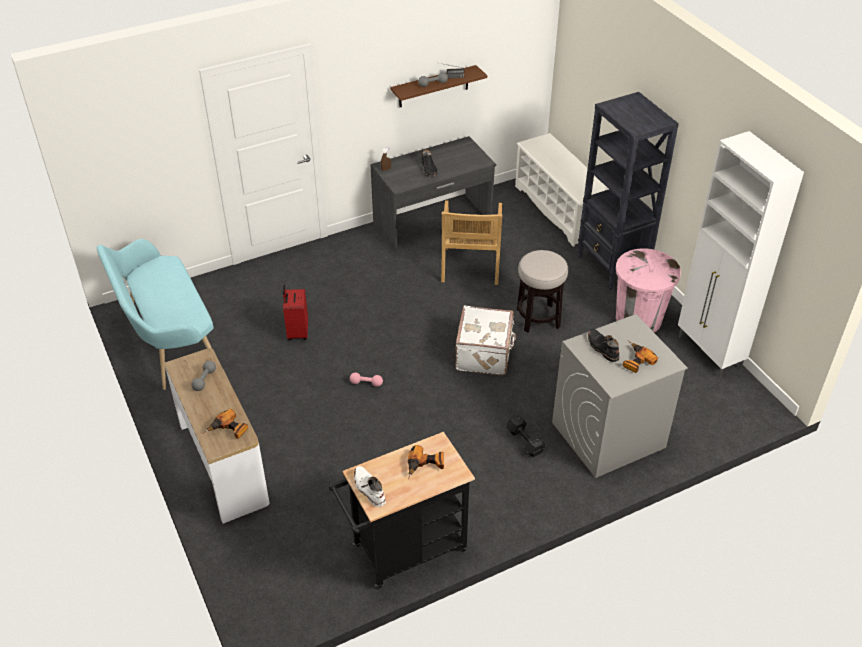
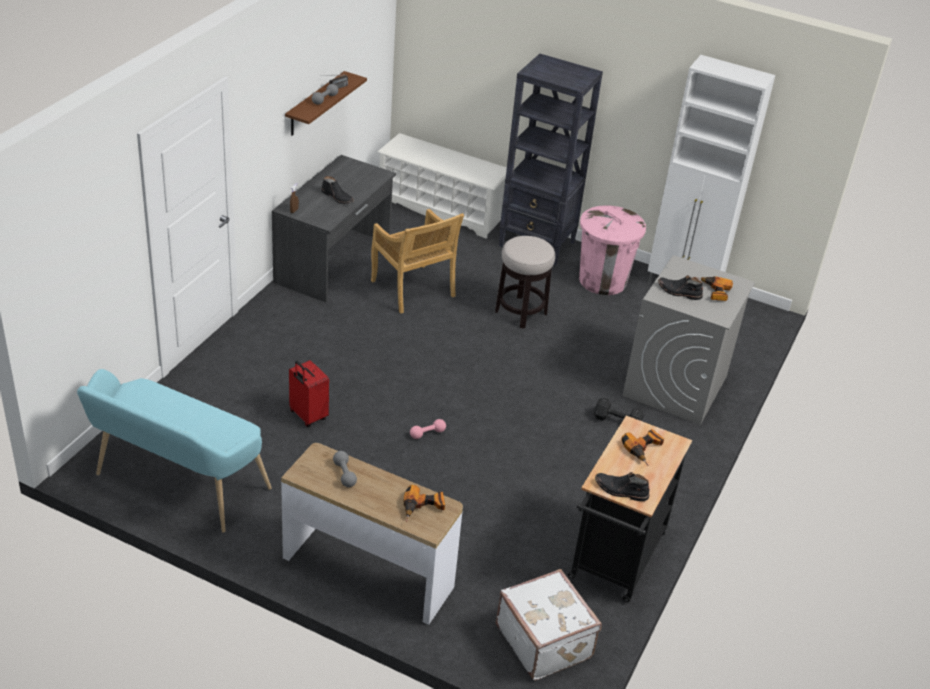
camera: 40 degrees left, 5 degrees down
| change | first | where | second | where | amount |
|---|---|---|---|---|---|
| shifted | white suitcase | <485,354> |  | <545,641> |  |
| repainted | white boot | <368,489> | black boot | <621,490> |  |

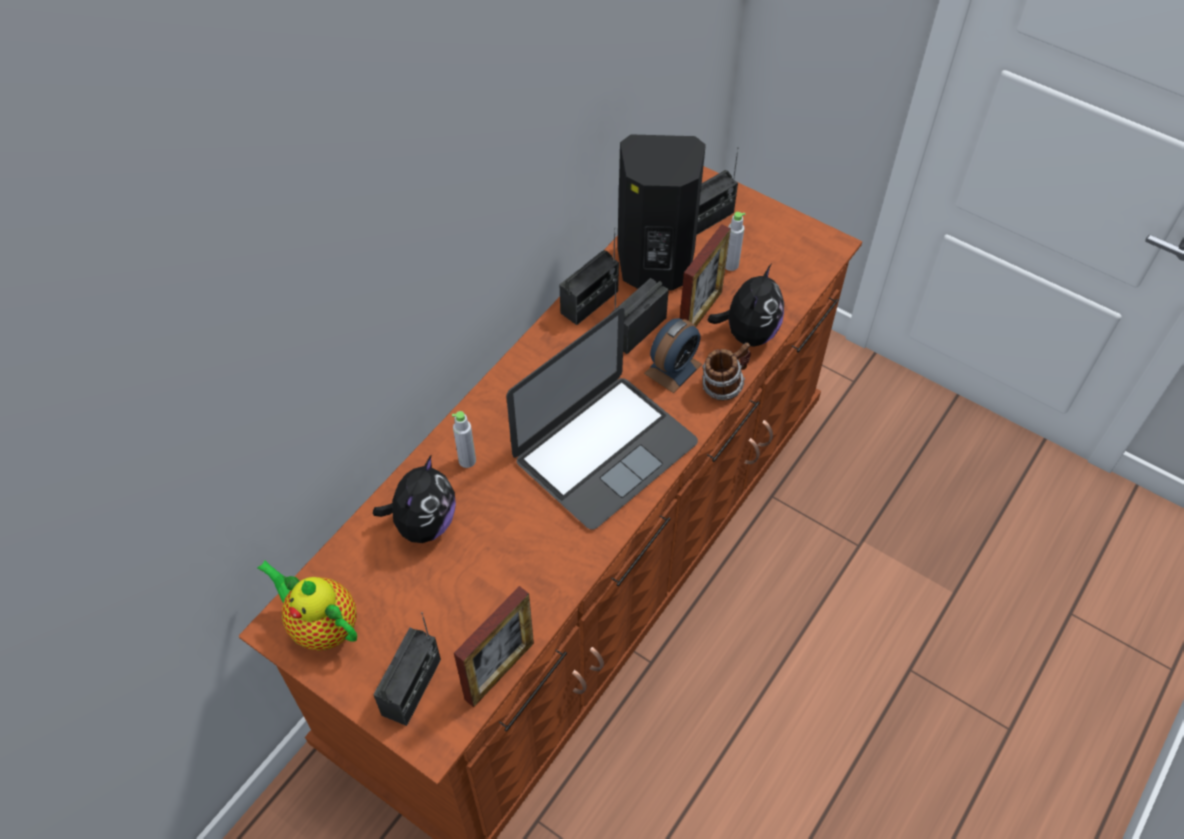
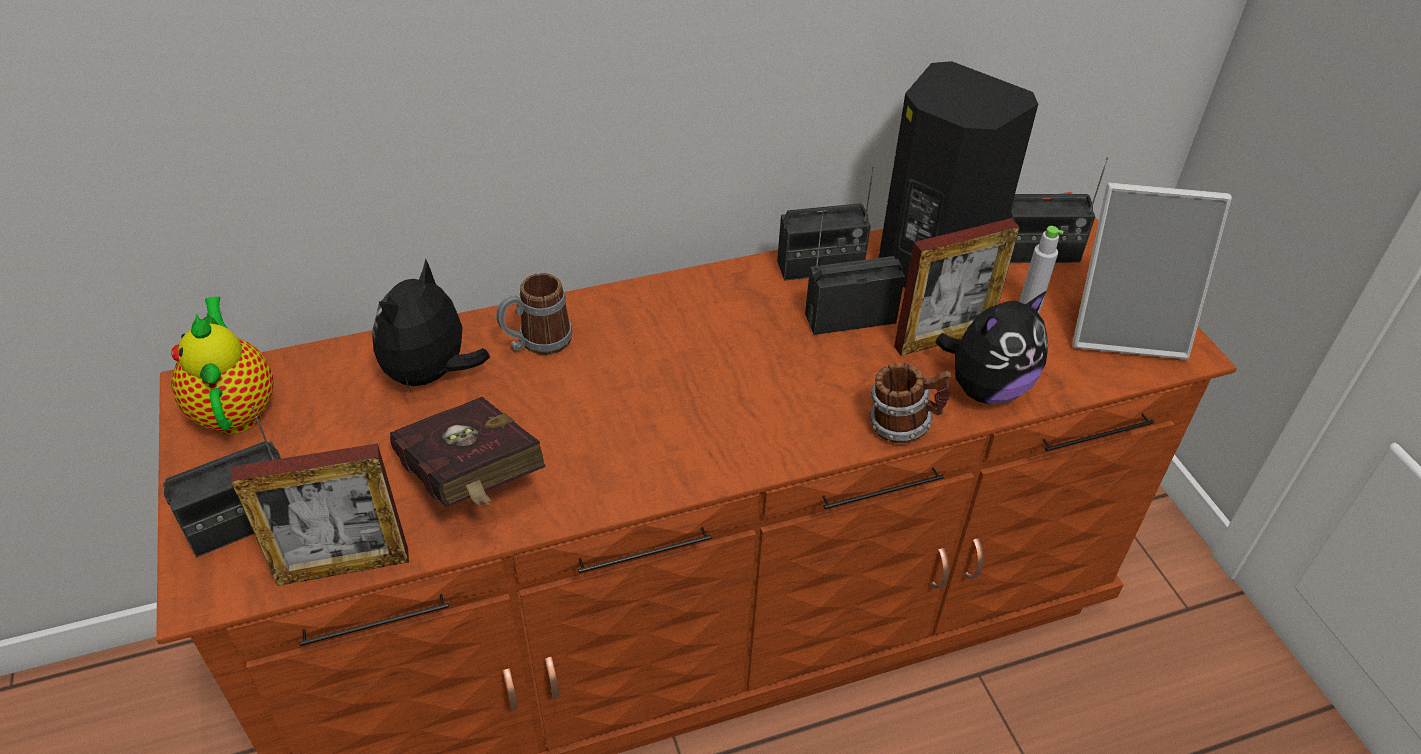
camera: 35 degrees right, 10 degrees down
| change | first | where | second | where | amount |
|---|---|---|---|---|---|
| gone | laptop | <605,450> |  |  |  |
| gone | alarm clock | <673,369> |  |  |  |
| new |  |  | red book | <472,483> |  |
| new |  |  | picture frame | <1125,328> |  |
| swapped | grey bottle | <467,460> | mug | <537,342> |  |
| rotated | plush toy | <423,523> |  | <431,375> | 150 degrees clockwise |

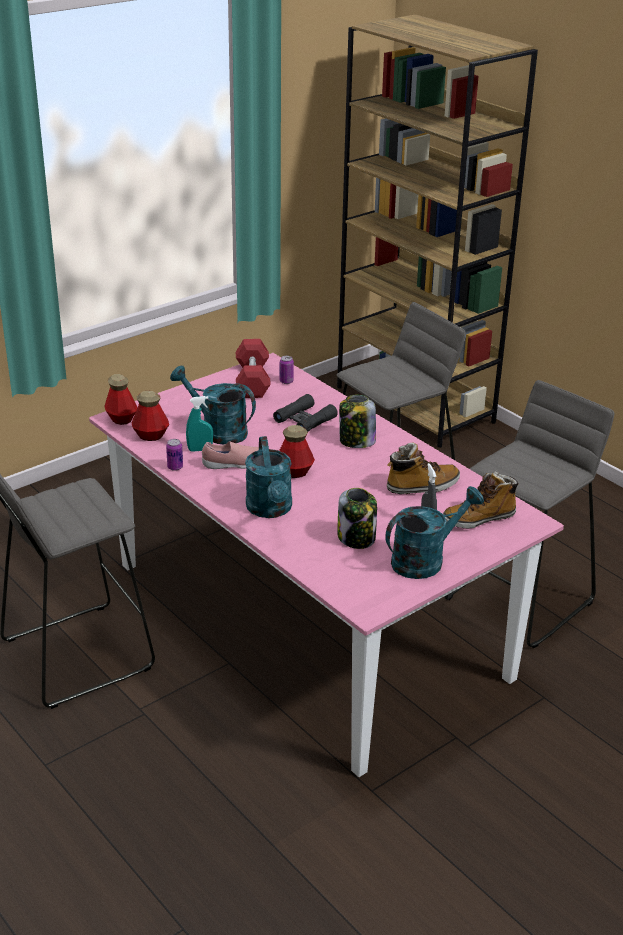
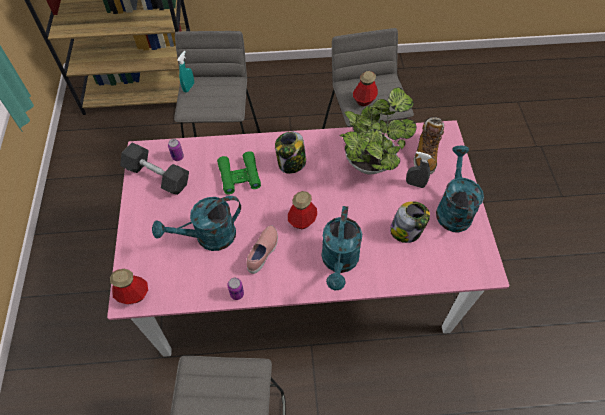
camera: 55 degrees left, 25 degrees up
| change | first | where | second | where | amount |
|---|---|---|---|---|---|
| shifted | bottle | <151,435> |  | <364,100> |  |
| shifted | turquoise spray bottle | <200,449> |  | <189,87> |  |
| swapped | boot | <422,486> | potted plant | <371,161> |  |
| repainted | red dumbbell | <252,380> | grey dumbbell | <157,176> |  |
| repainted | black binoculars | <305,420> | green binoculars | <239,176> |  |
| rotated | turquoise watering can | <270,510> |  | <339,262> | 75 degrees clockwise |

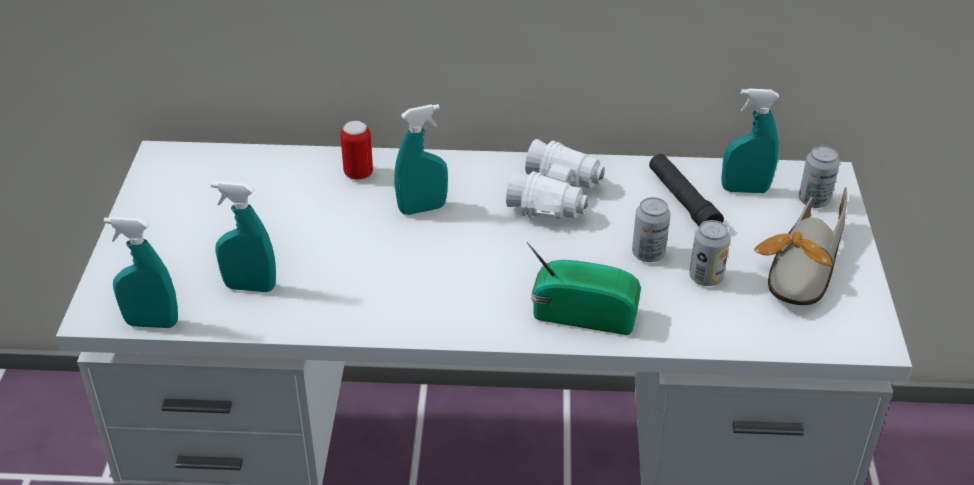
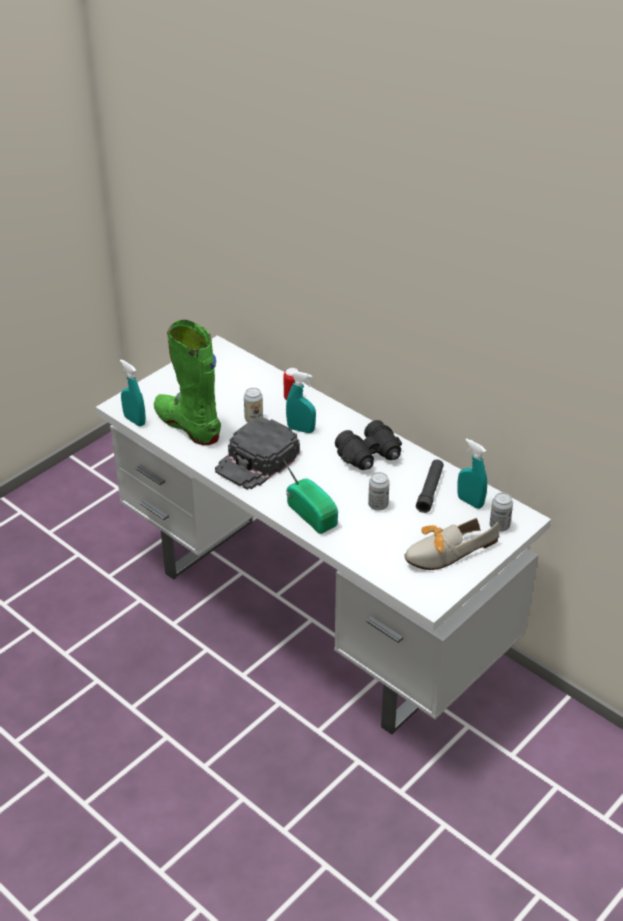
camera: 40 degrees right, 0 degrees up
| change | first | where | second | where | amount |
|---|---|---|---|---|---|
| new |  |  | black cap | <257,460> |  |
| shifted | can | <706,277> |  | <253,419> |  |
| swapped | turquoise spray bottle | <250,287> | green boot | <188,426> |  |
| repainted | white binoculars | <556,197> | black binoculars | <370,456> |  |

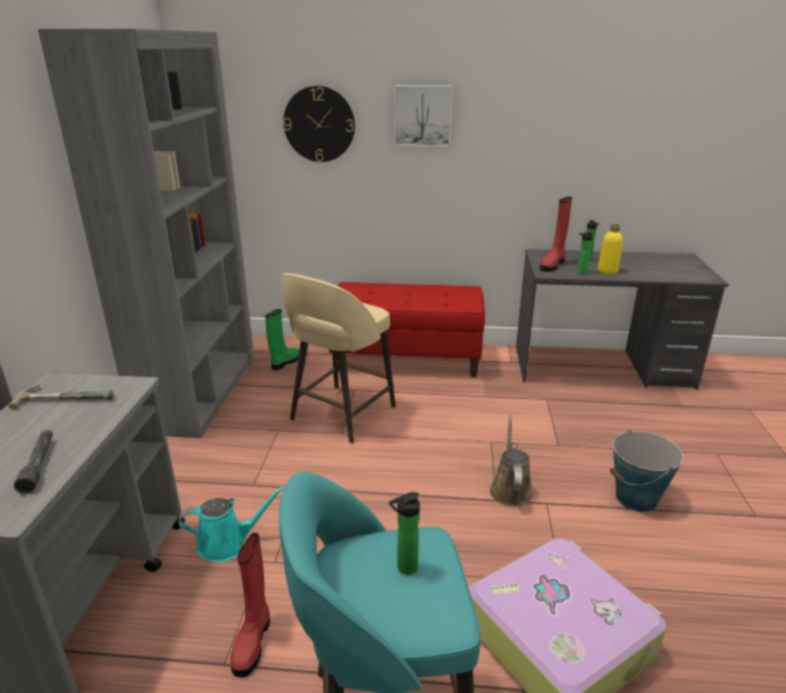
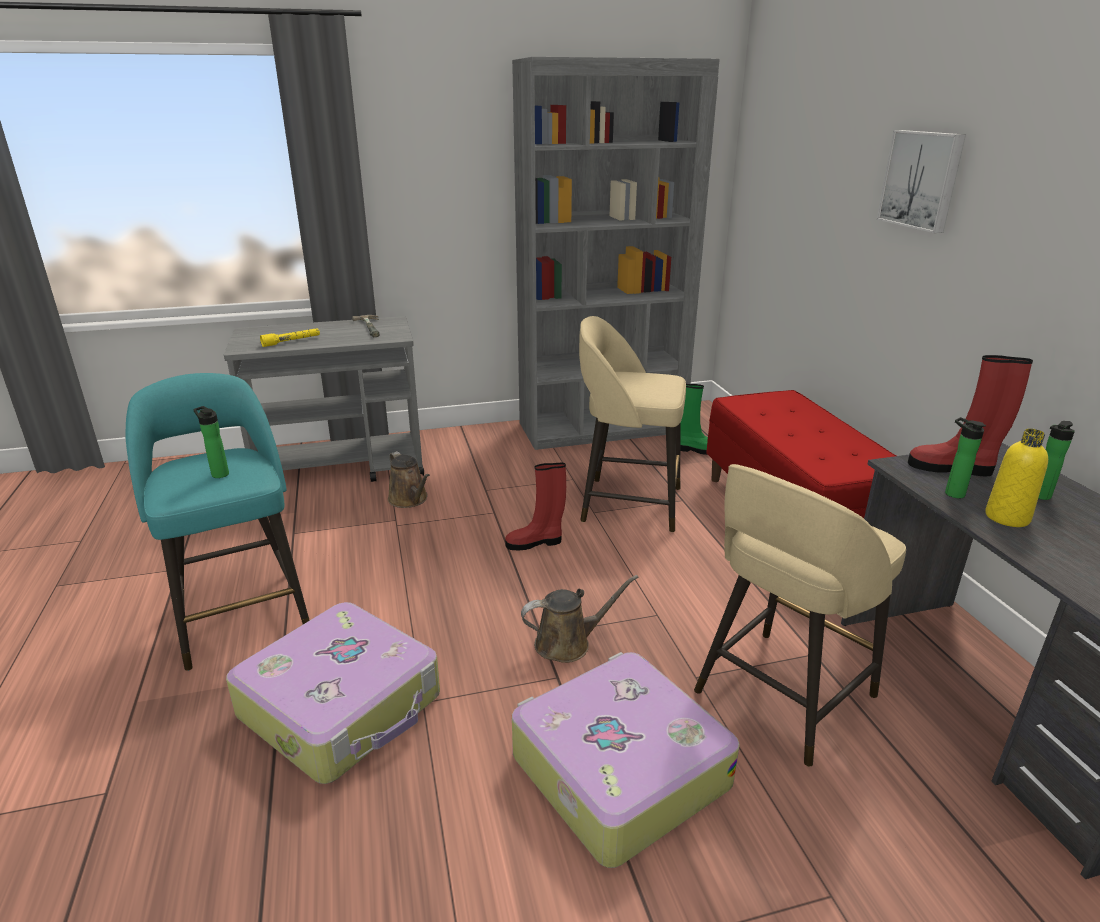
camera: 70 degrees right, 0 degrees up
| change | first | where | second | where | amount |
|---|---|---|---|---|---|
| gone | wall clock | <319,124> |  |  |  |
| new |  |  | beige stool | <781,696> |  |
| shifted | red boot | <253,641> |  | <535,542> |  |
| swapped | bucket | <636,498> | suitcase | <617,769> |  |
| repainted | grey flashlight | <38,465> | yellow flashlight | <291,341> |  |
| repainted | turquoise watering can | <227,543> | brown watering can | <410,500> |  |

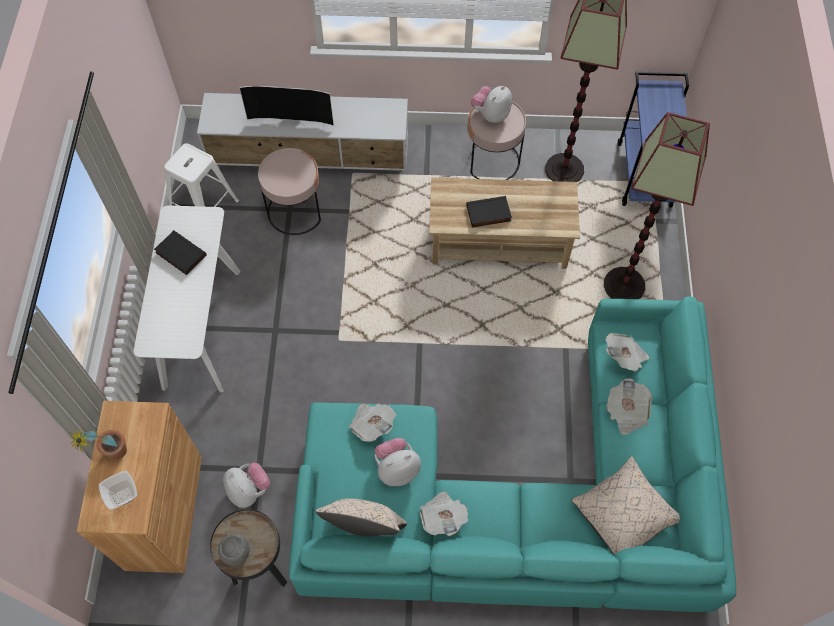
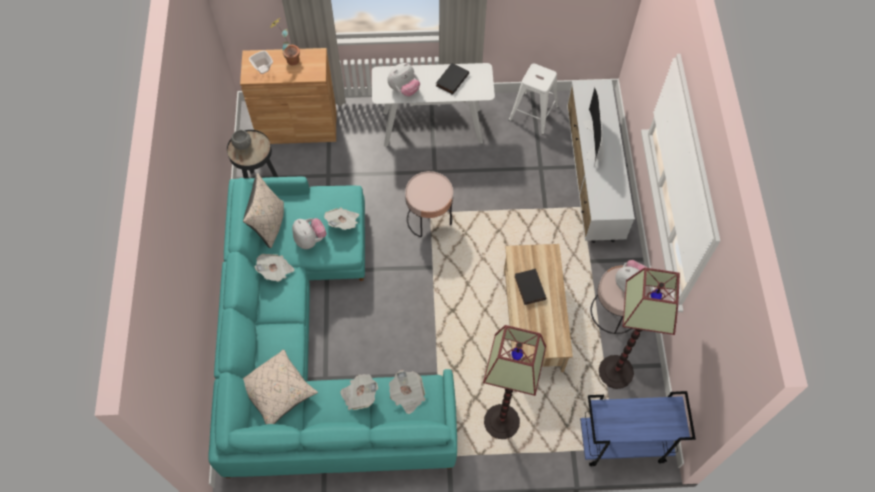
camera: 85 degrees right, 0 degrees up
| change | first | where | second | where | amount |
|---|---|---|---|---|---|
| shifted | plush toy | <248,490> |  | <404,89> |  |
| shifted | pink side table | <295,211> |  | <429,219> |  |

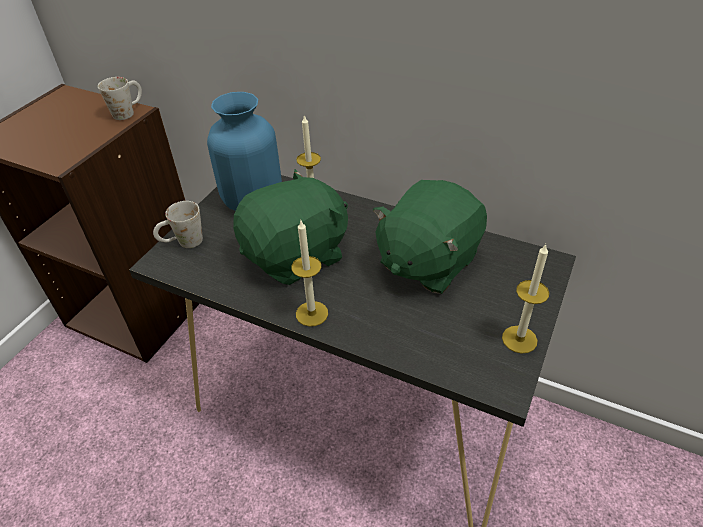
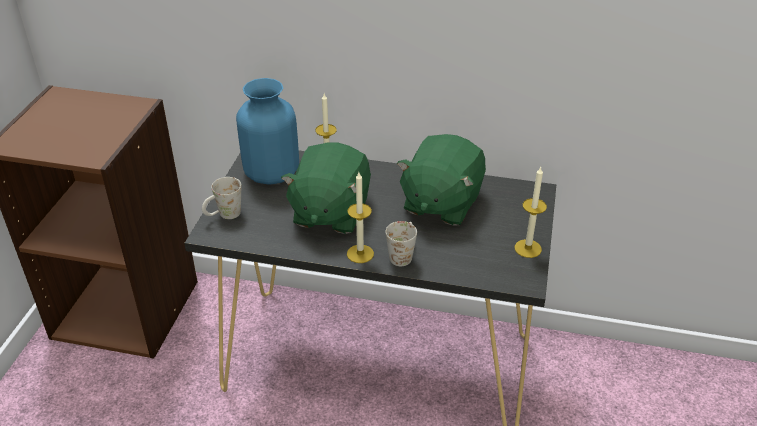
camera: 15 degrees left, 5 degrees down
| change | first | where | second | where | amount |
|---|---|---|---|---|---|
| shifted | white mug | <128,111> |  | <403,254> |  |
| rotated | green plush toy | <297,255> |  | <330,212> | 150 degrees clockwise |

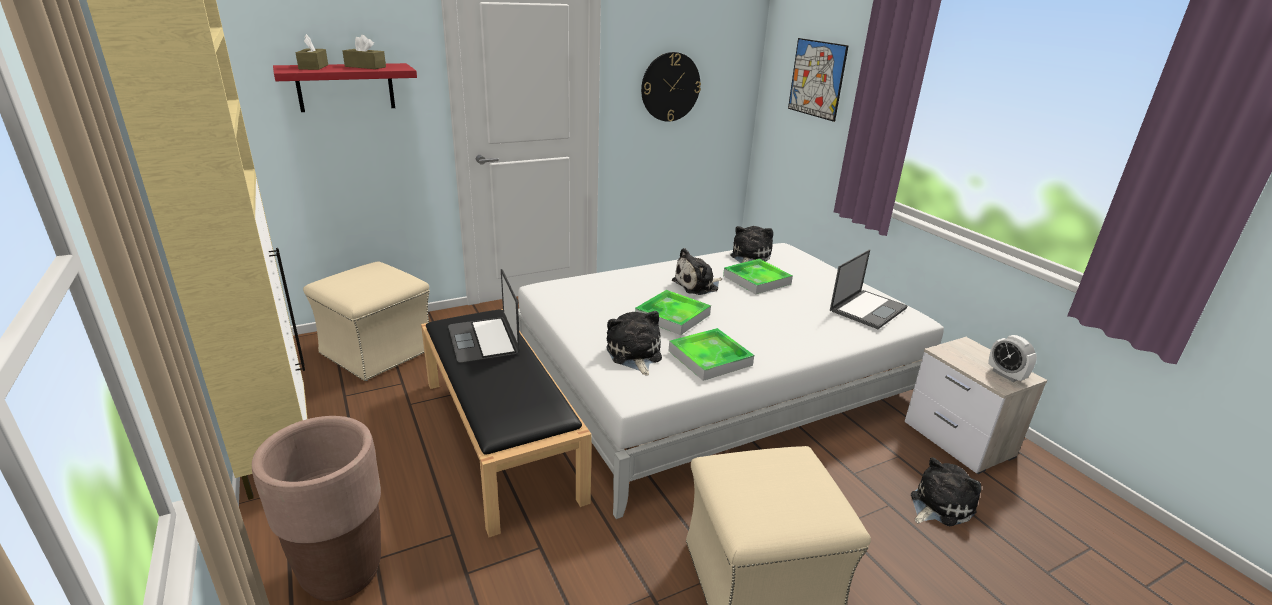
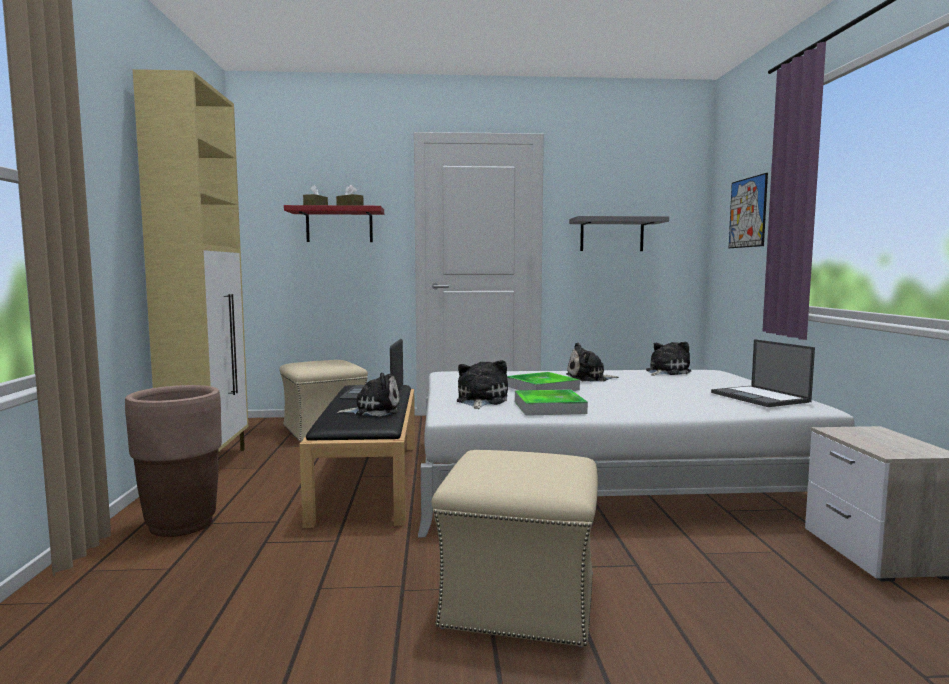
camera: 25 degrees right, 20 degrees down
| change | first | where | second | where | amount |
|---|---|---|---|---|---|
| gone | tray | <757,280> |  |  |  |
| gone | alarm clock | <1006,375> |  |  |  |
| shifted | plush toy | <938,505> |  | <374,410> |  |
| swapped | wall clock | <670,87> | grey shelf | <611,235> |  |
| rotated | laptop | <868,309> |  | <761,397> | 90 degrees clockwise |

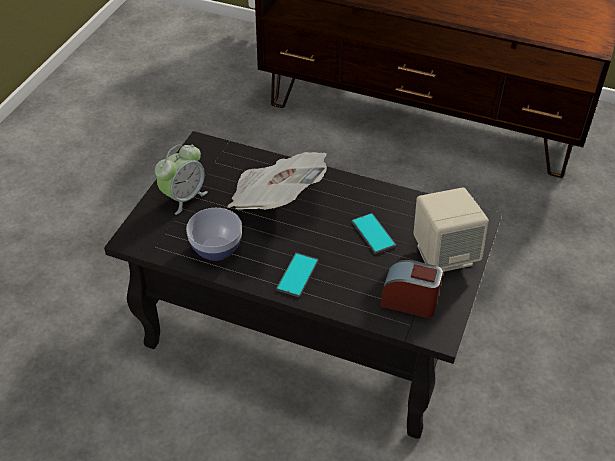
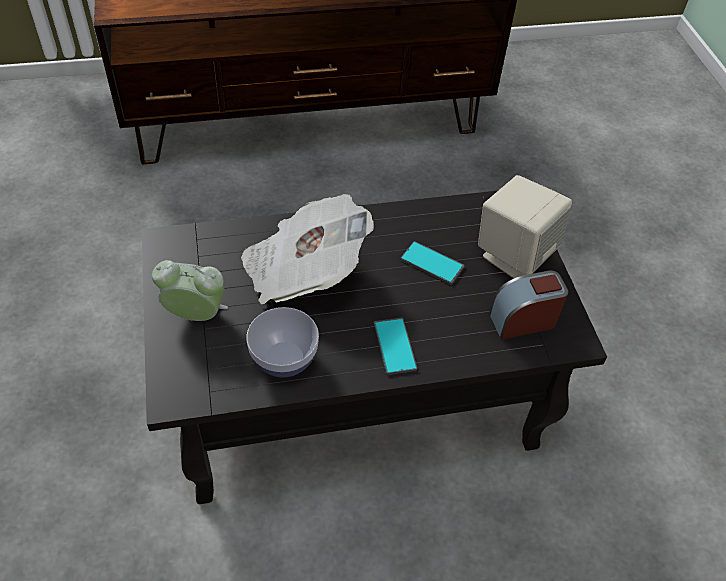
camera: 35 degrees left, 5 degrees up
| change | first | where | second | where | amount |
|---|---|---|---|---|---|
| rotated | alarm clock | <183,197> |  | <196,315> | 90 degrees counterclockwise |

